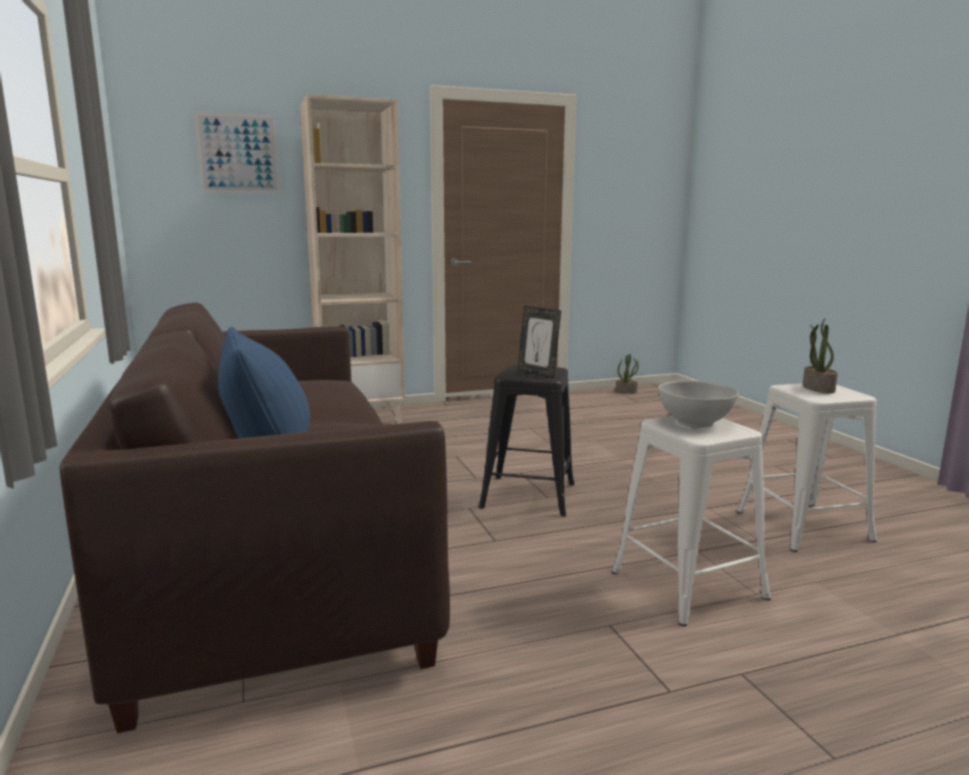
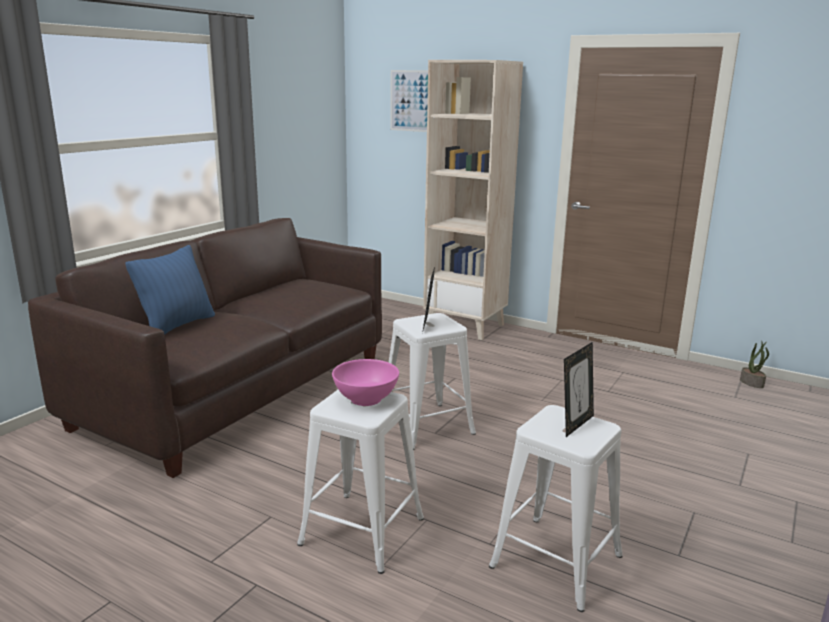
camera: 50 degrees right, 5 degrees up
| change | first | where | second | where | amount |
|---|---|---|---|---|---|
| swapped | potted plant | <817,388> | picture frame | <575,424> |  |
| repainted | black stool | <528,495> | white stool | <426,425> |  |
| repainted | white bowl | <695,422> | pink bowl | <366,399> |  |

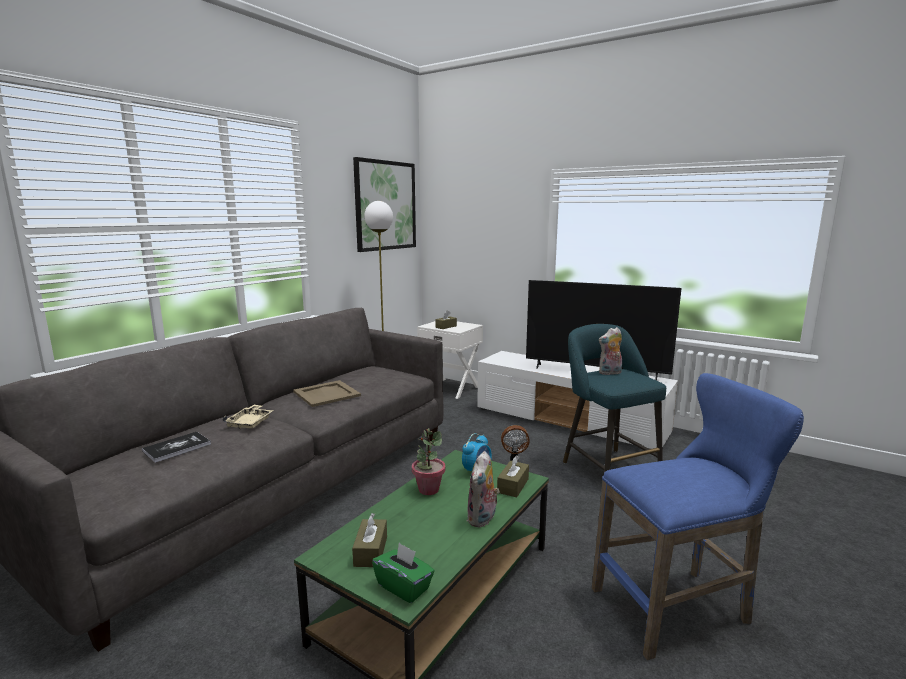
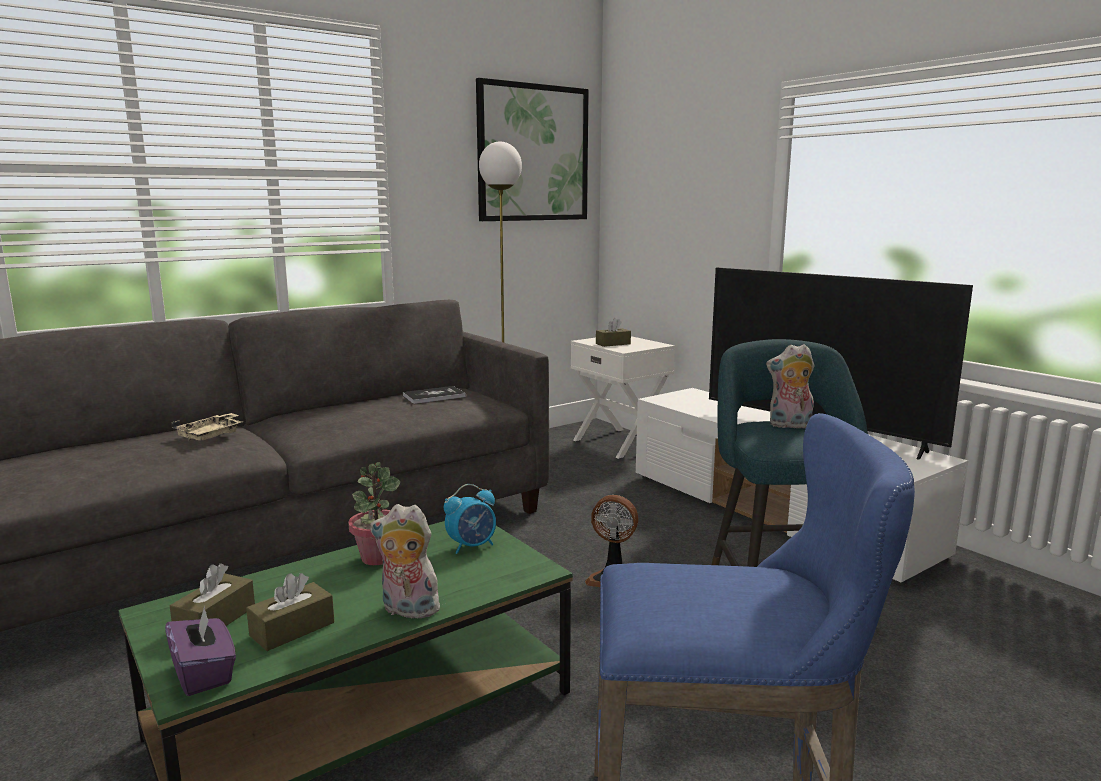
camera: 20 degrees right, 0 degrees up
| change | first | where | second | where | amount |
|---|---|---|---|---|---|
| gone | beige tray | <326,394> |  |  |  |
| shifted | book | <177,448> |  | <434,396> |  |
| shifted | brown tissue box | <513,486> |  | <292,629> |  |
| repainted | green tissue box | <404,586> | purple tissue box | <204,673> |  |
| rotated | plush toy | <483,519> |  | <407,610> | 60 degrees clockwise |

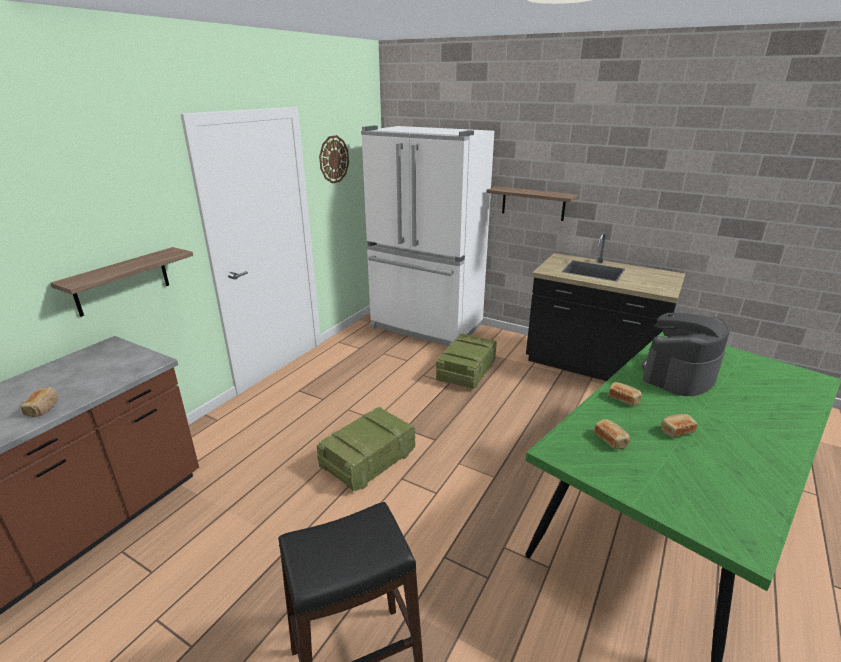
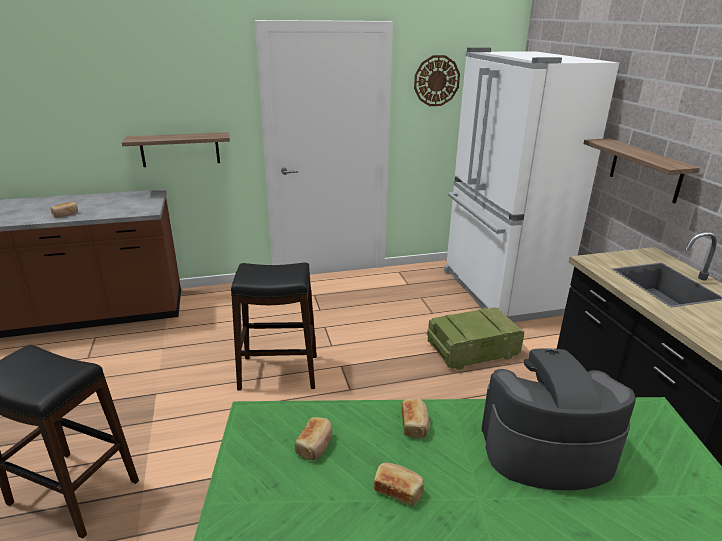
camera: 45 degrees right, 0 degrees up
| change | first | where | second | where | amount |
|---|---|---|---|---|---|
| swapped | crate | <367,461> | black stool | <278,372> |  |

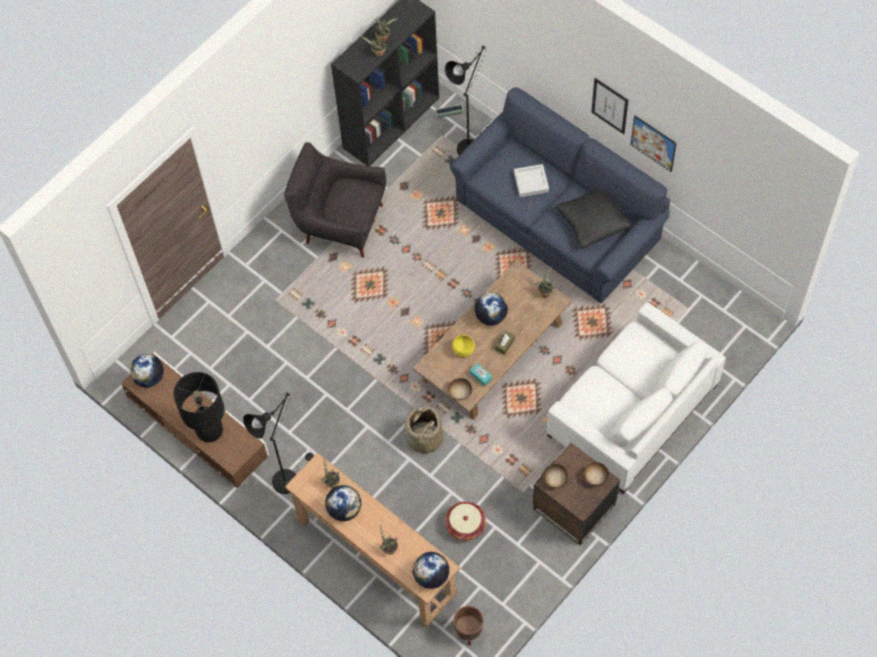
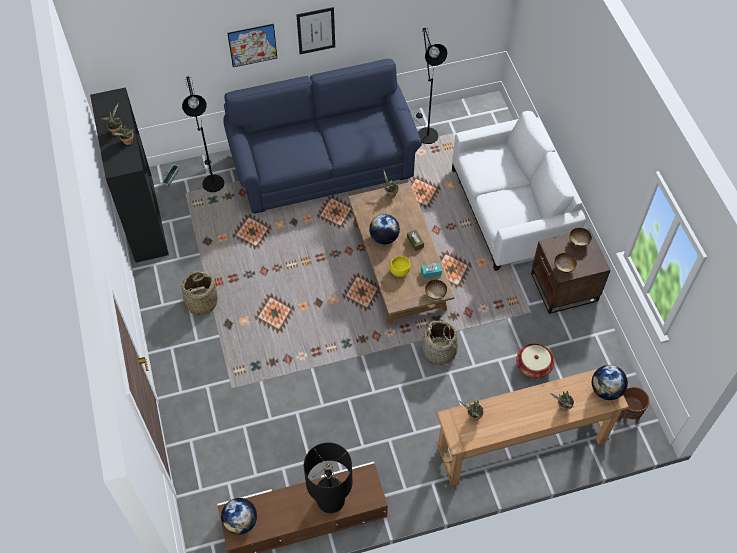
camera: 60 degrees left, 5 degrees down
| change | first | where | second | where | amount |
|---|---|---|---|---|---|
| gone | globe | <344,510> |  |  |  |
| gone | grey tray | <531,182> |  |  |  |
| gone | black pillow | <593,221> |  |  |  |
| shifted | black floor lamp | <288,477> |  | <425,133> |  |
| shifted | picture | <653,143> |  | <252,45> |  |
| swapped | grey armchair | <340,223> | basket | <201,302> |  |

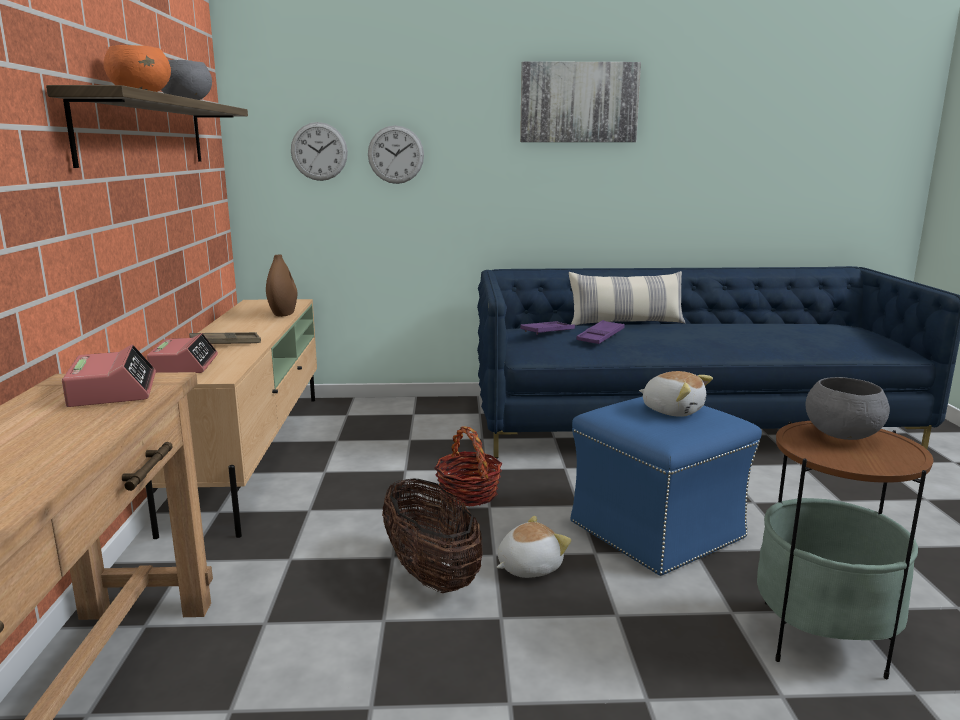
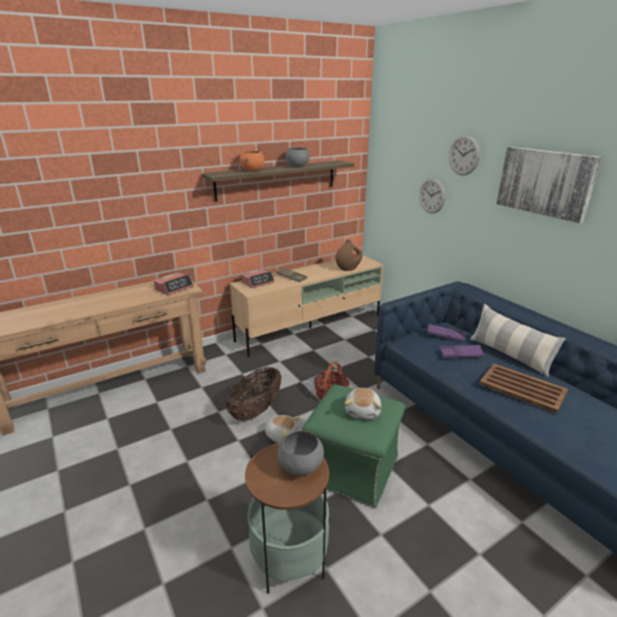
camera: 60 degrees right, 10 degrees up
| change | first | where | second | where | amount |
|---|---|---|---|---|---|
| new |  |  | brown tray | <521,387> |  |
| shifted | wall clock | <319,151> |  | <464,155> |  |
| repainted | blue ottoman | <657,530> | green ottoman | <353,469> |  |

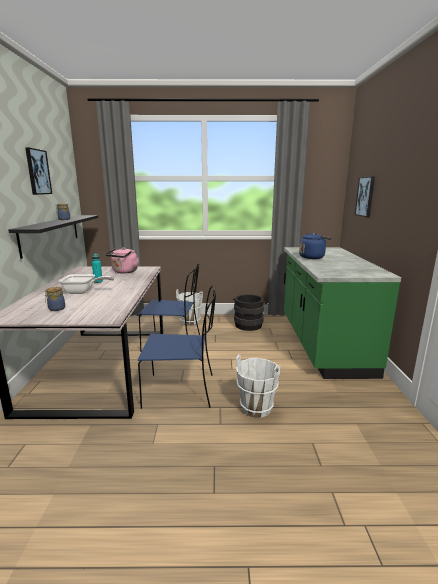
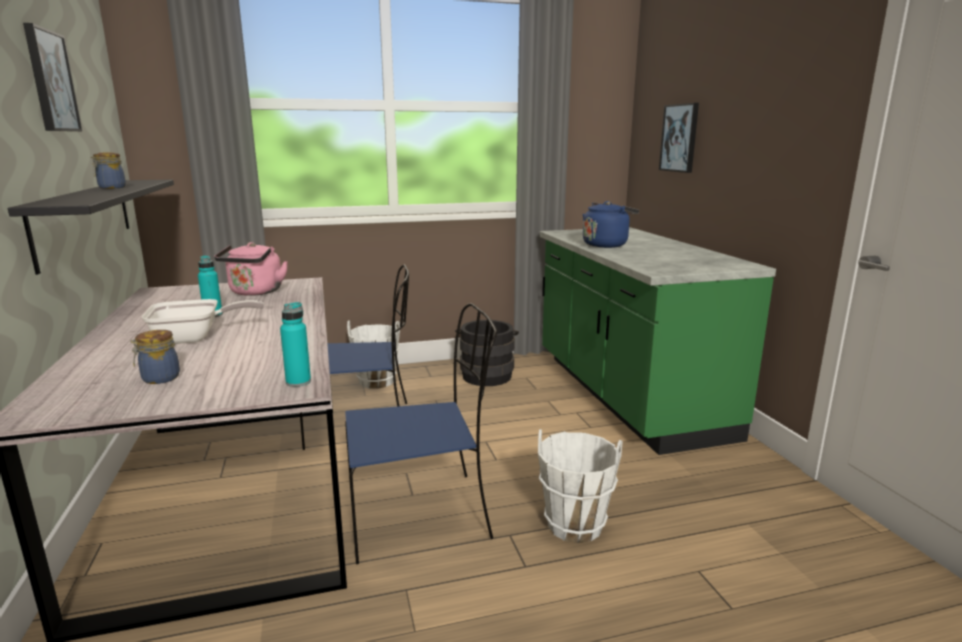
camera: 15 degrees left, 0 degrees up
| change | first | where | second | where | amount |
|---|---|---|---|---|---|
| new |  |  | turquoise bottle | <298,382> |  |

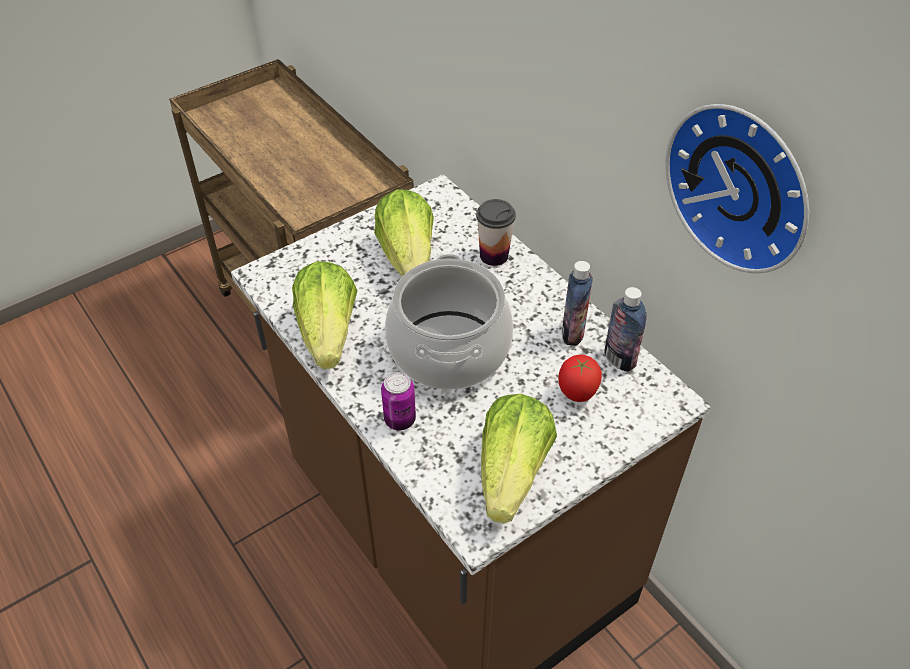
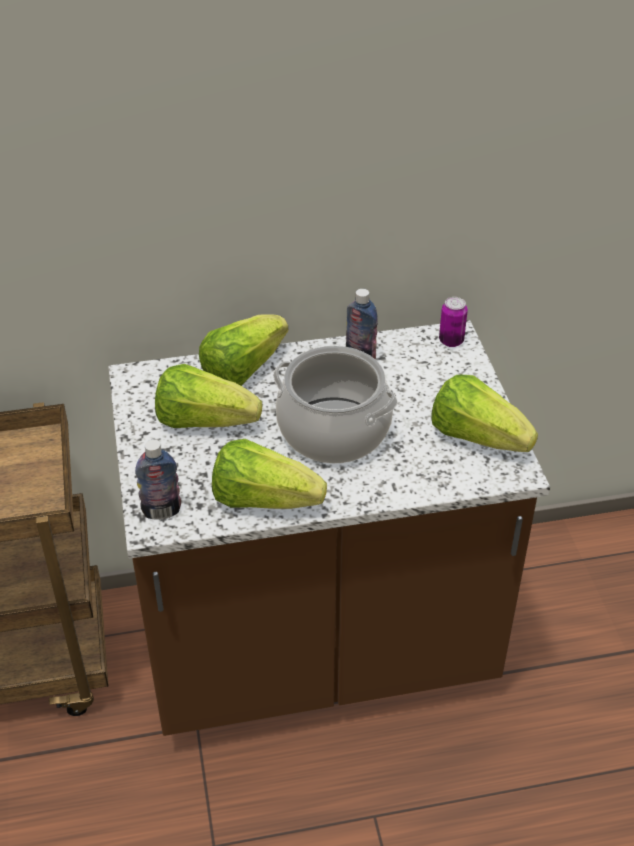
camera: 65 degrees left, 5 degrees down
| change | first | where | second | where | amount |
|---|---|---|---|---|---|
| gone | tomato | <576,394> |  |  |  |
| gone | wall clock | <743,185> |  |  |  |
| shifted | can | <400,420> |  | <451,341> |  |
| shifted | bottle | <619,359> |  | <161,511> |  |
| swapped | cup | <494,256> | lettuce | <242,369> |  |

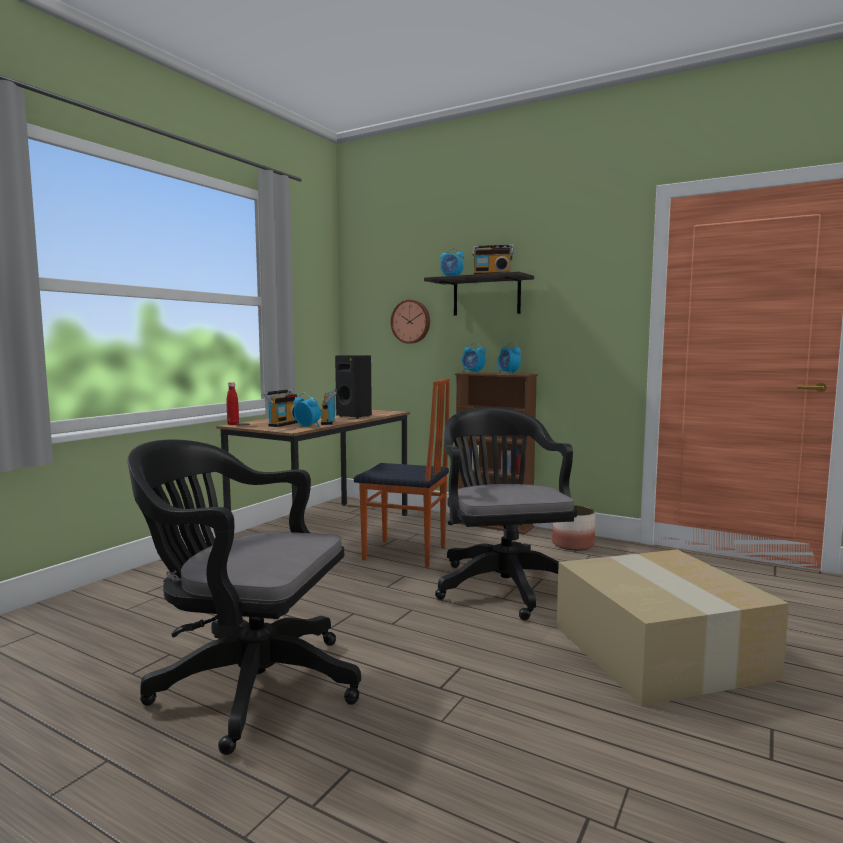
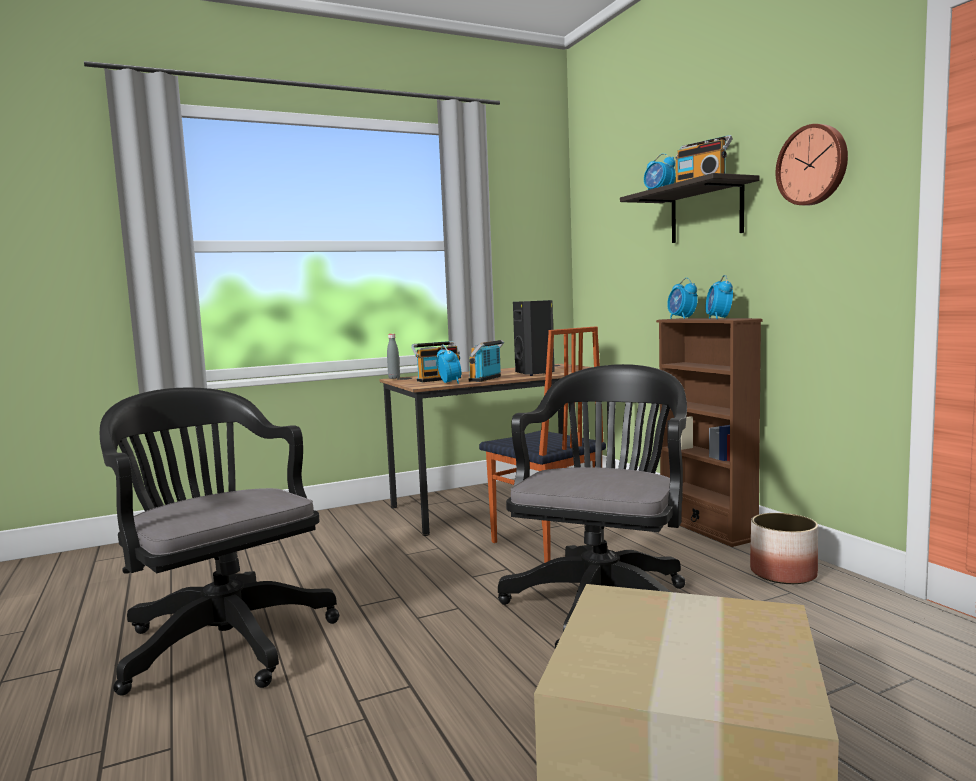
camera: 35 degrees right, 0 degrees up
| change | first | where | second | where | amount |
|---|---|---|---|---|---|
| shifted | wall clock | <411,321> |  | <813,165> |  |
| repainted | red bottle | <233,424> | grey bottle | <394,378> |  |

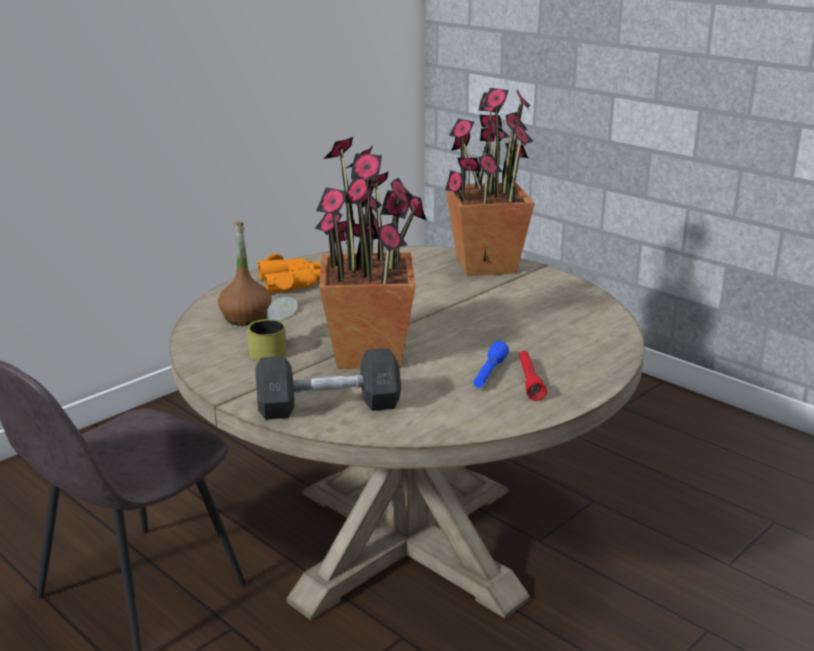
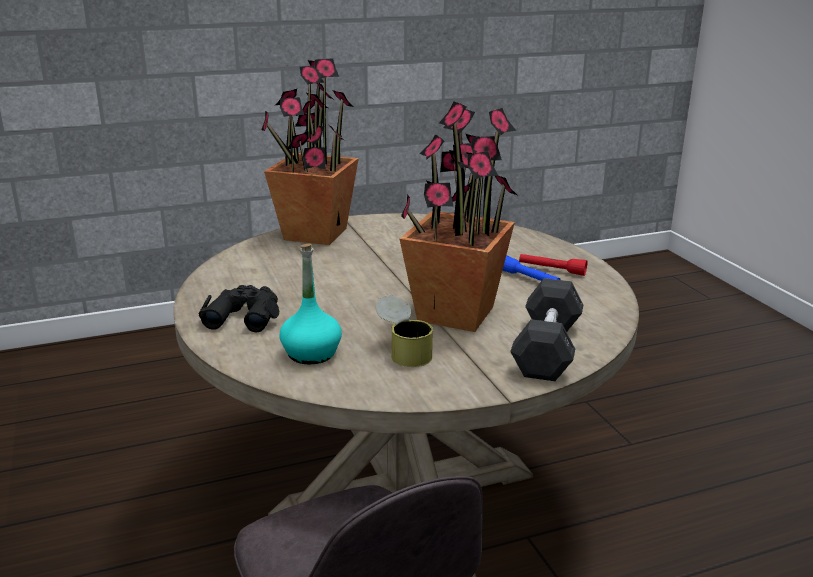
camera: 65 degrees left, 0 degrees up
| change | first | where | second | where | amount |
|---|---|---|---|---|---|
| repainted | brown bottle | <246,318> | turquoise bottle | <311,353> |  |
| repainted | orange binoculars | <292,282> | black binoculars | <244,315> |  |

